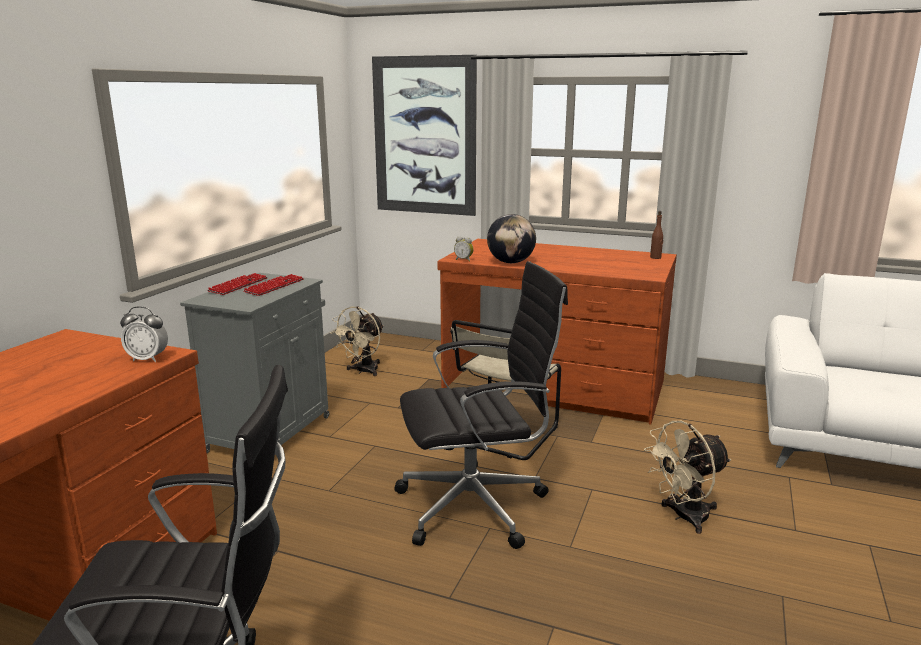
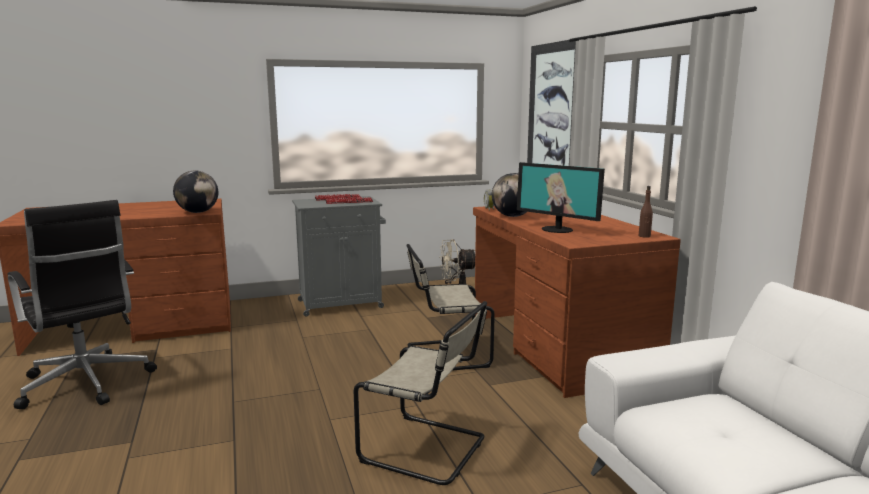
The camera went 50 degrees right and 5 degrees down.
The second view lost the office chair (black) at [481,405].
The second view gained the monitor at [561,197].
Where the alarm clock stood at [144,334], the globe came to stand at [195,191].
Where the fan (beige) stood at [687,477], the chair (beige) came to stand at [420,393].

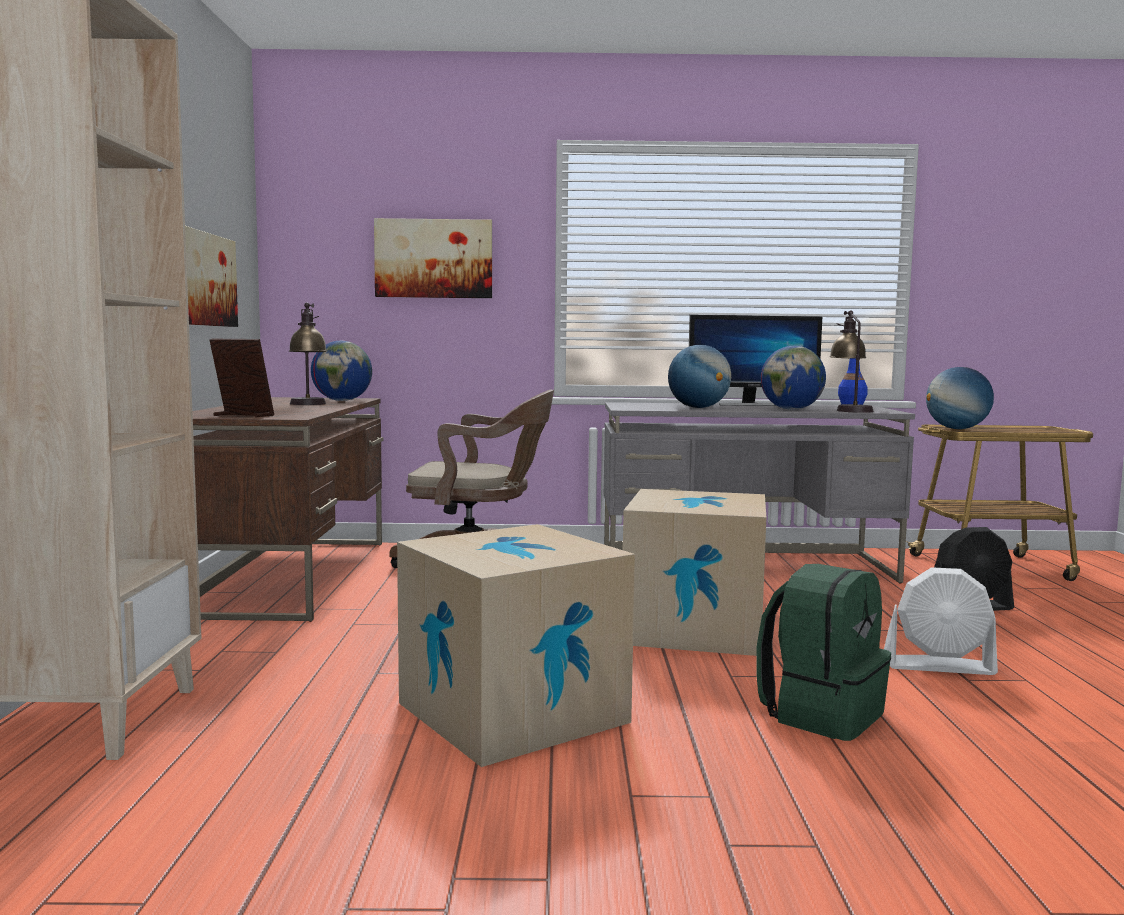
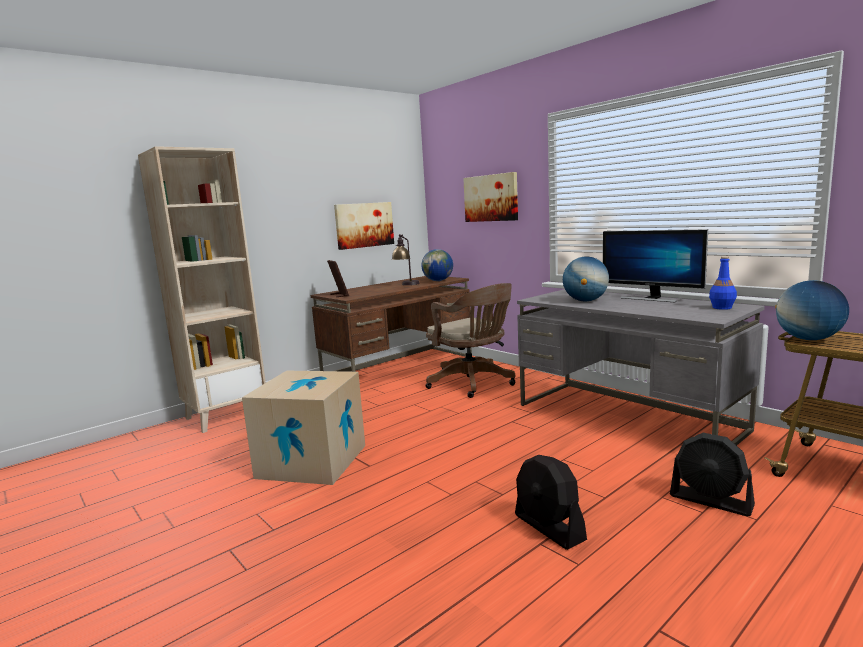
The camera went 50 degrees right and 5 degrees up.
The second view lost the cardboard box at [694,572].
The second view lost the backpack (green) at [823,652].
The second view lost the globe at [793,378].
The second view lost the table lamp at [851,361].
What was the fan (white) at [941,621] turned into the fan (black) at [551,502].

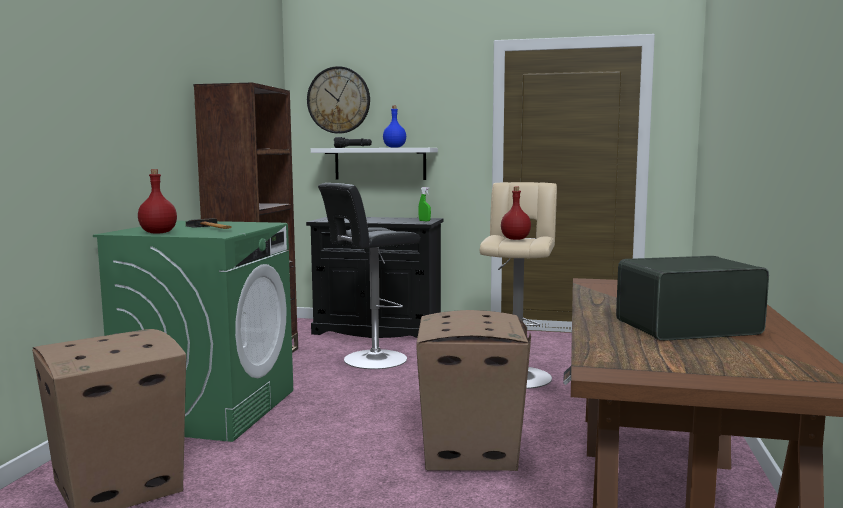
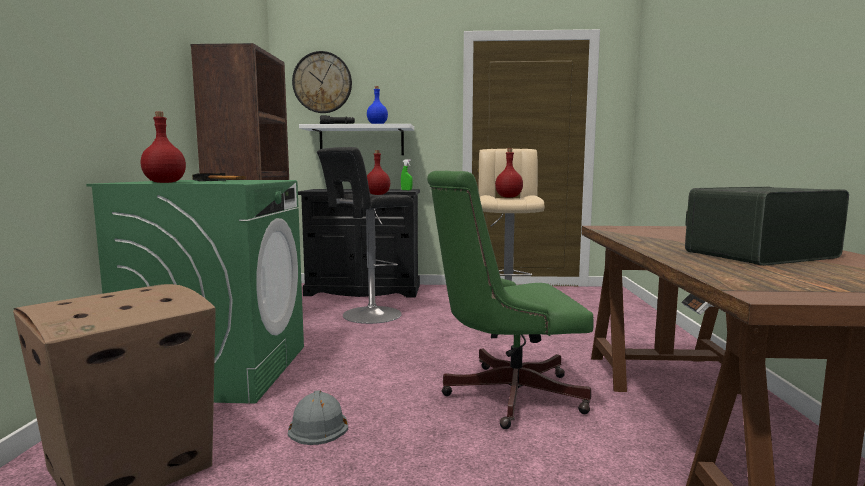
The camera went 10 degrees left and 0 degrees up.
The second view gained the hard hat (grey) at [318,417].
The second view gained the bottle (red) at [378,172].
Where the cardboard box stood at [473,390], the office chair (green) came to stand at [510,300].

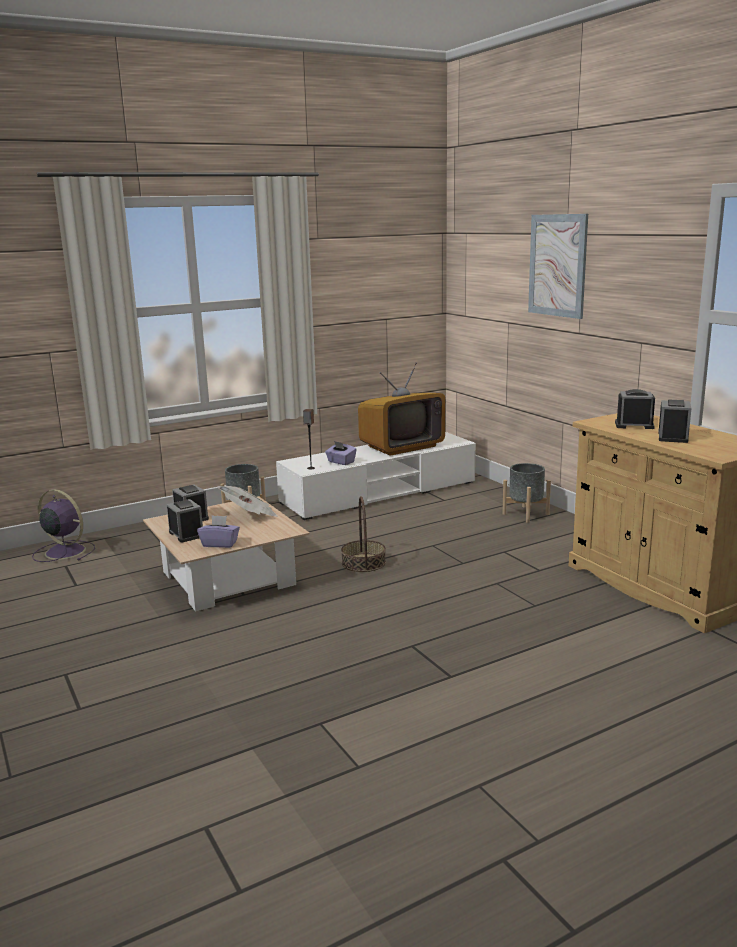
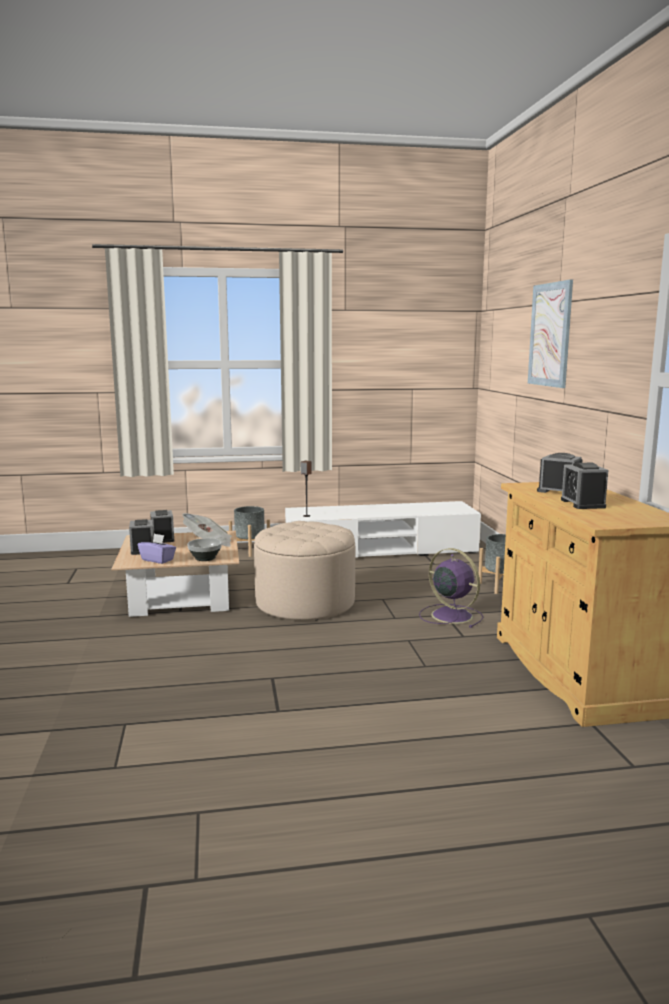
The camera went 20 degrees right and 5 degrees down.
The second view lost the tissue box (purple) at [341,453].
The second view lost the television at [401,409].
The second view gained the bowl at [204,549].
The fan (purple) ended up elsewhere, having gone from [63,525] to [451,588].
Where the basket stood at [363,534], the ottoman (beige) came to stand at [304,570].
The alarm clock at [674,421] ended up facing another way, 135 degrees clockwise from before.

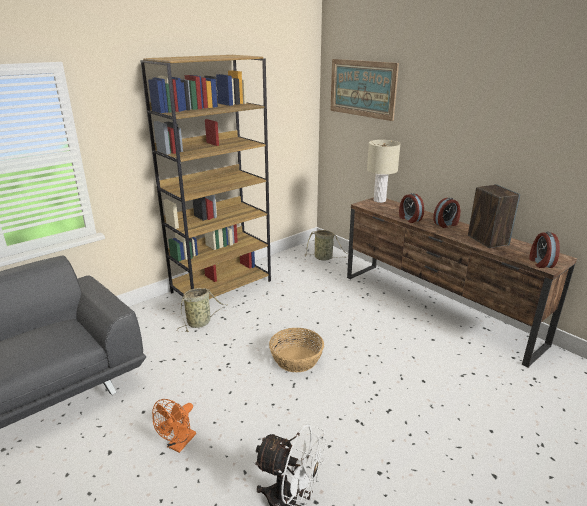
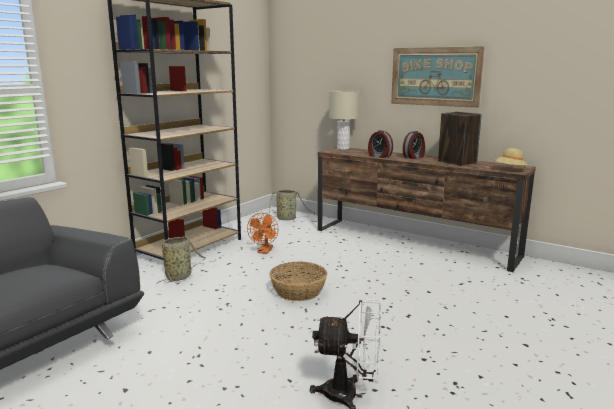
The camera went 15 degrees left and 10 degrees down.
The fan (orange) ended up elsewhere, having gone from [174,426] to [262,233].
The picture ended up elsewhere, having gone from [364,90] to [438,77].
Where the alarm clock stood at [544,250], the hat (beige) came to stand at [511,159].

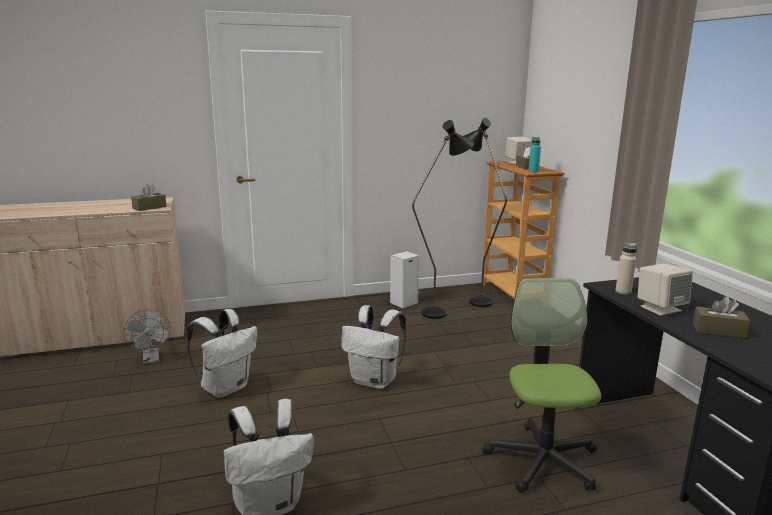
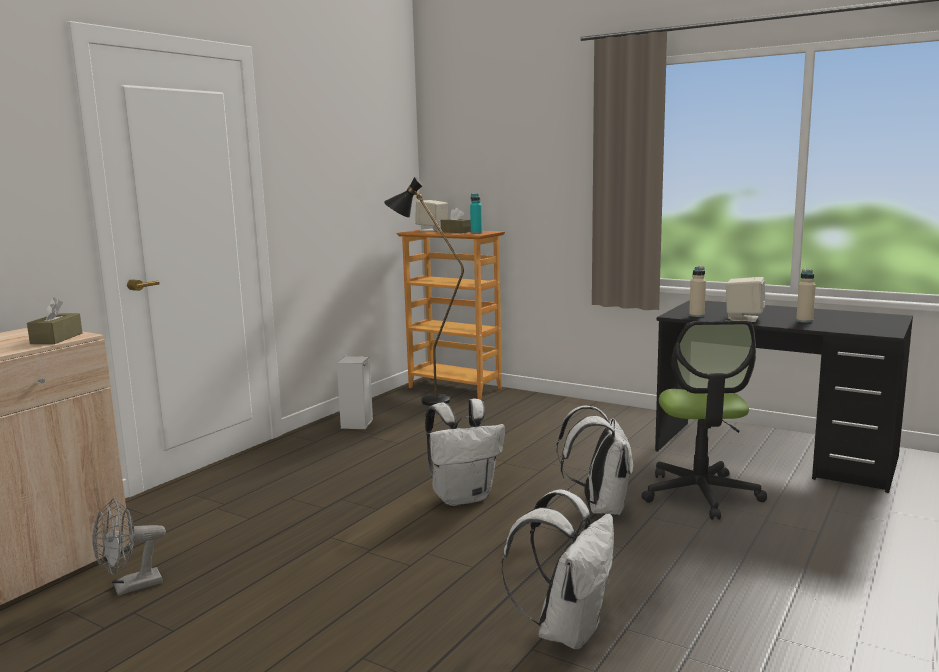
The camera went 40 degrees left and 5 degrees down.
The second view lost the floor lamp (black) at [443,219].
The backpack (white) ended up elsewhere, having gone from [222,353] to [595,460].
Where the tissue box (brown) stood at [721,317], the bottle (beige) came to stand at [806,296].
The fan (grey) at [147,336] ended up facing another way, 120 degrees clockwise from before.
The office chair at [541,385] ended up facing another way, 135 degrees counterclockwise from before.

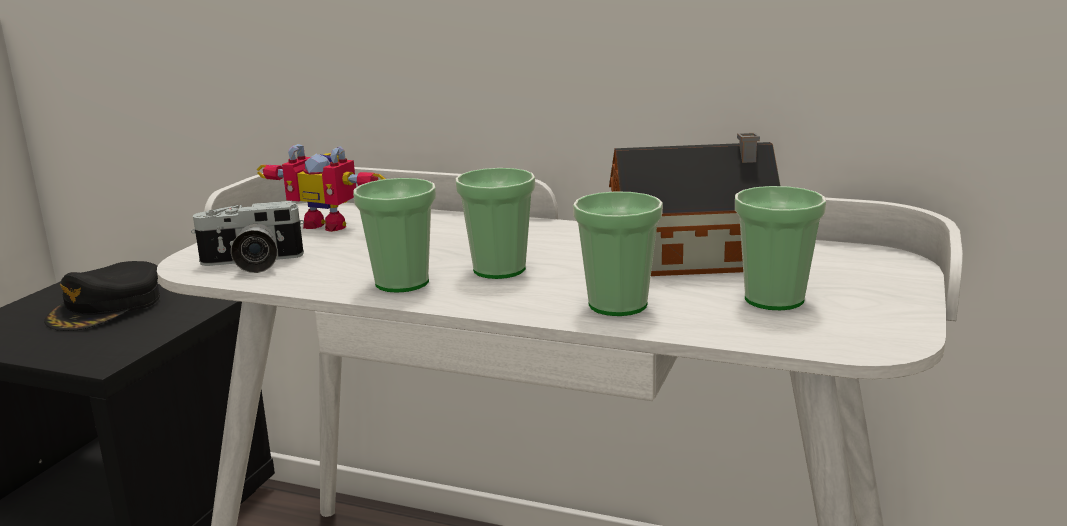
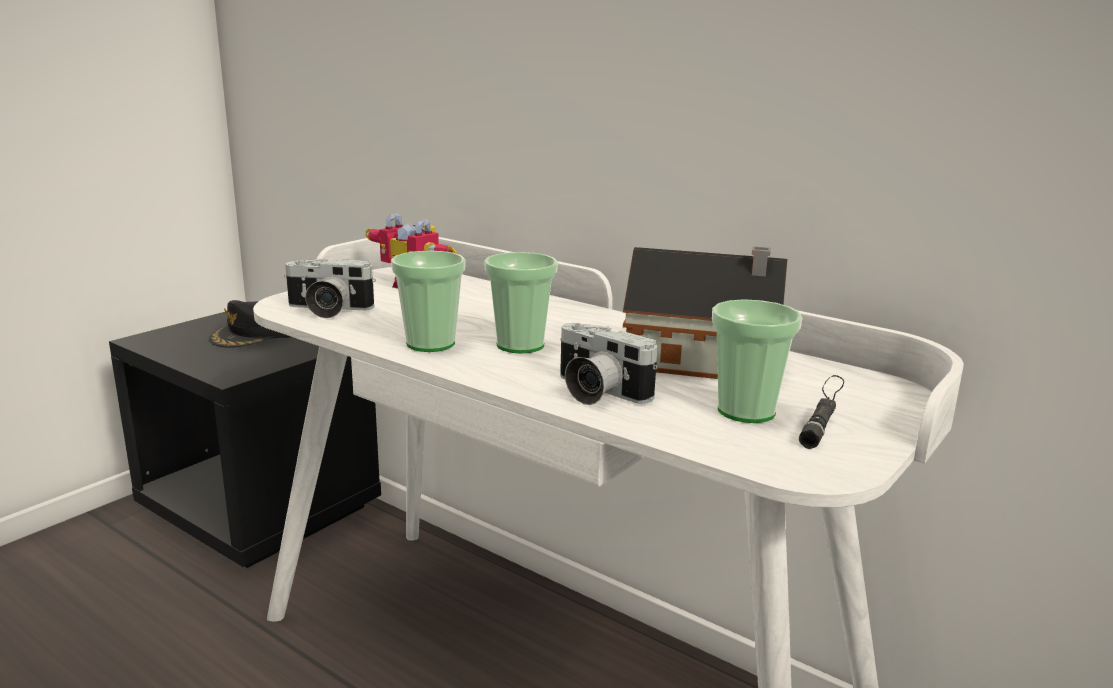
The camera went 15 degrees right and 0 degrees up.
The second view gained the flashlight (black) at [821,412].
Where the cup stood at [618,253], the photo camera came to stand at [609,364].

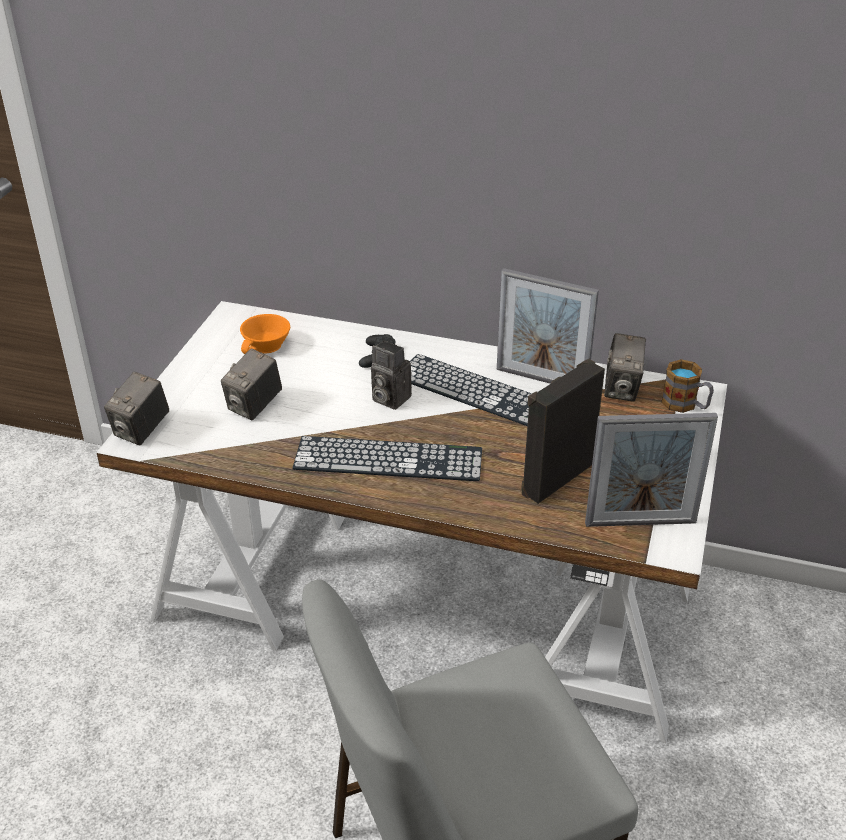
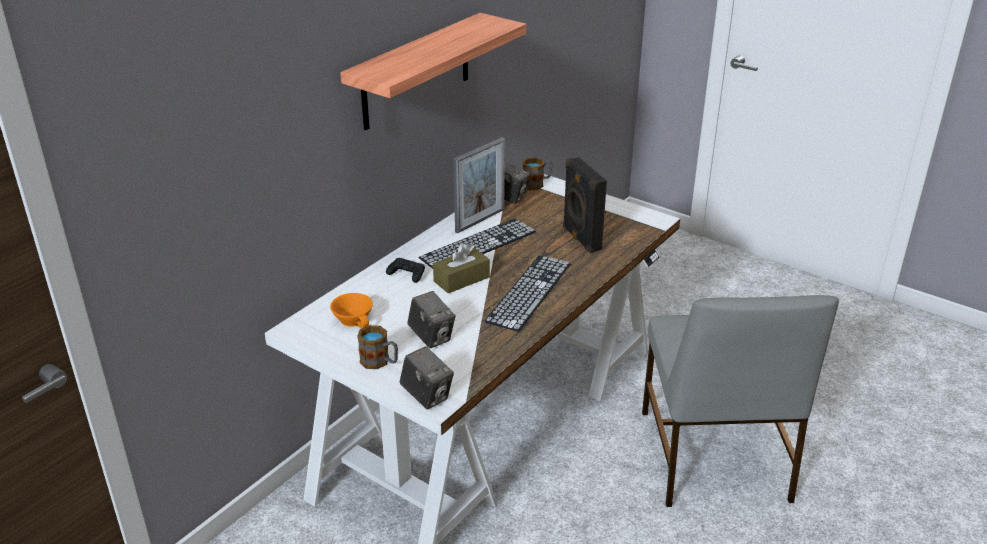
The camera went 70 degrees left and 5 degrees down.
The second view lost the picture frame at [651,470].
The second view gained the shelf at [433,71].
The second view gained the mug at [377,347].
Where the photo camera stood at [391,375], the tissue box (brown) came to stand at [461,268].

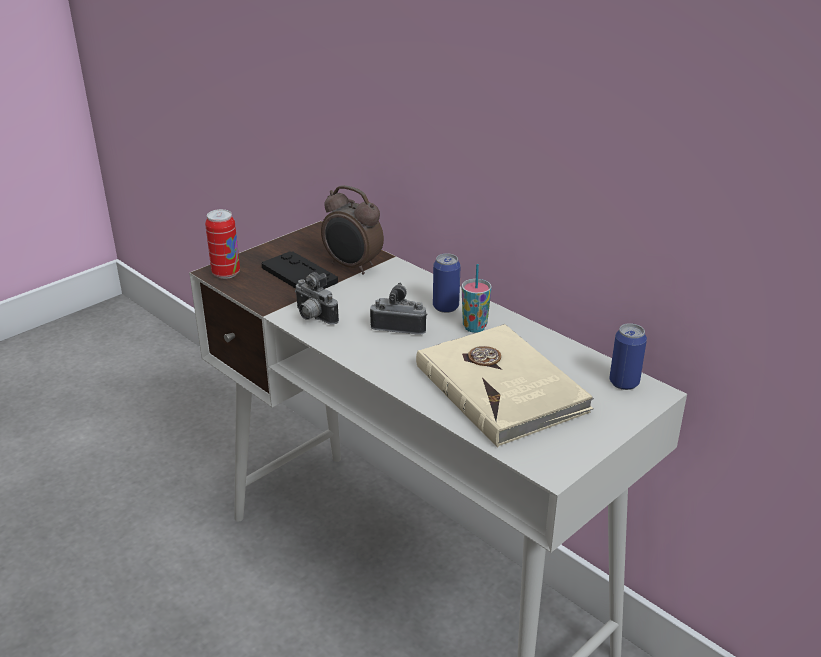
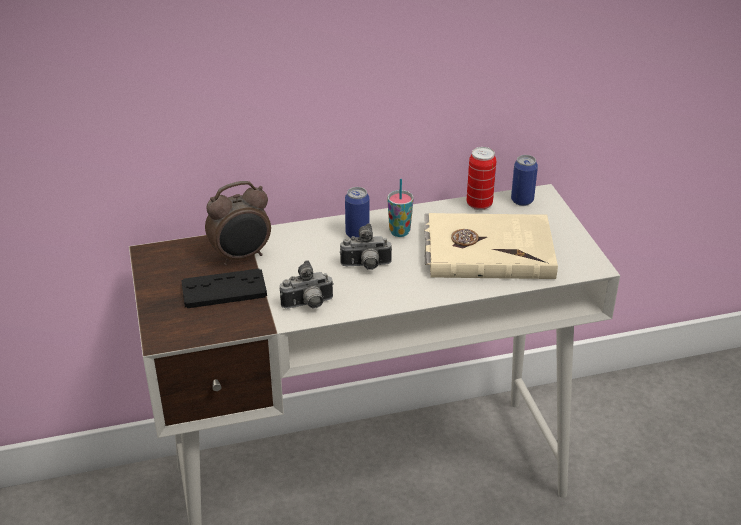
The camera went 60 degrees left and 5 degrees up.
The can ended up elsewhere, having gone from [222,244] to [481,178].
The photo camera at [398,308] ended up facing another way, 135 degrees counterclockwise from before.

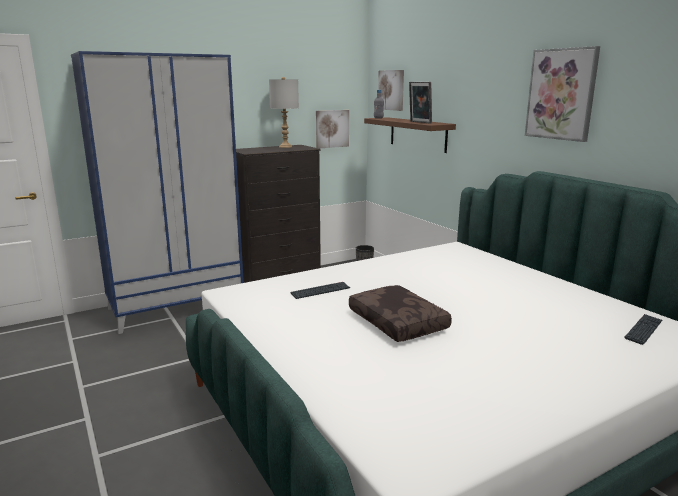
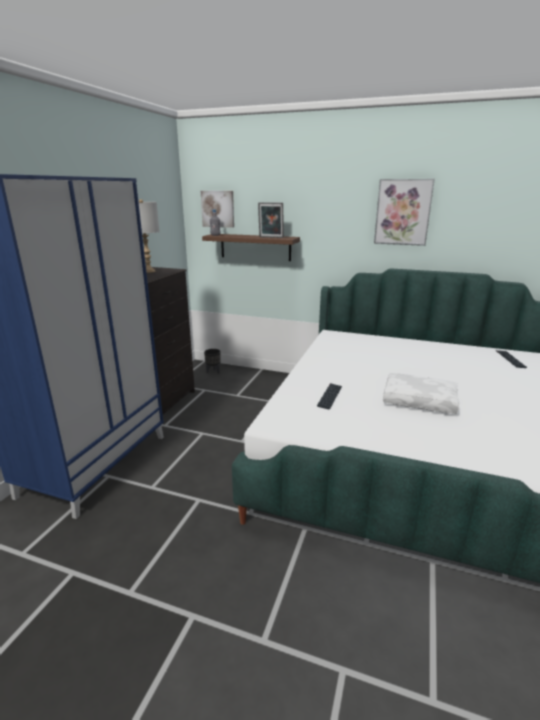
The camera went 40 degrees left and 5 degrees up.
The second view lost the picture at [332,129].
What was the pillow (brown) at [400,313] turned into the pillow (white) at [421,393].

